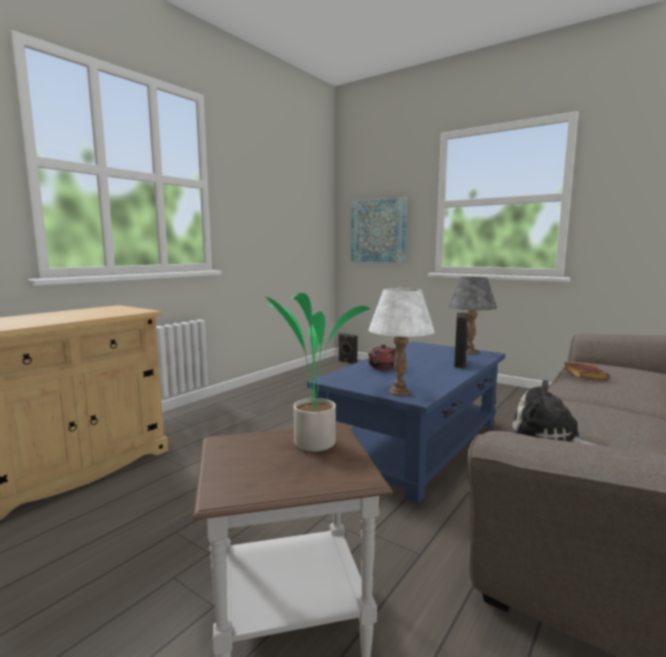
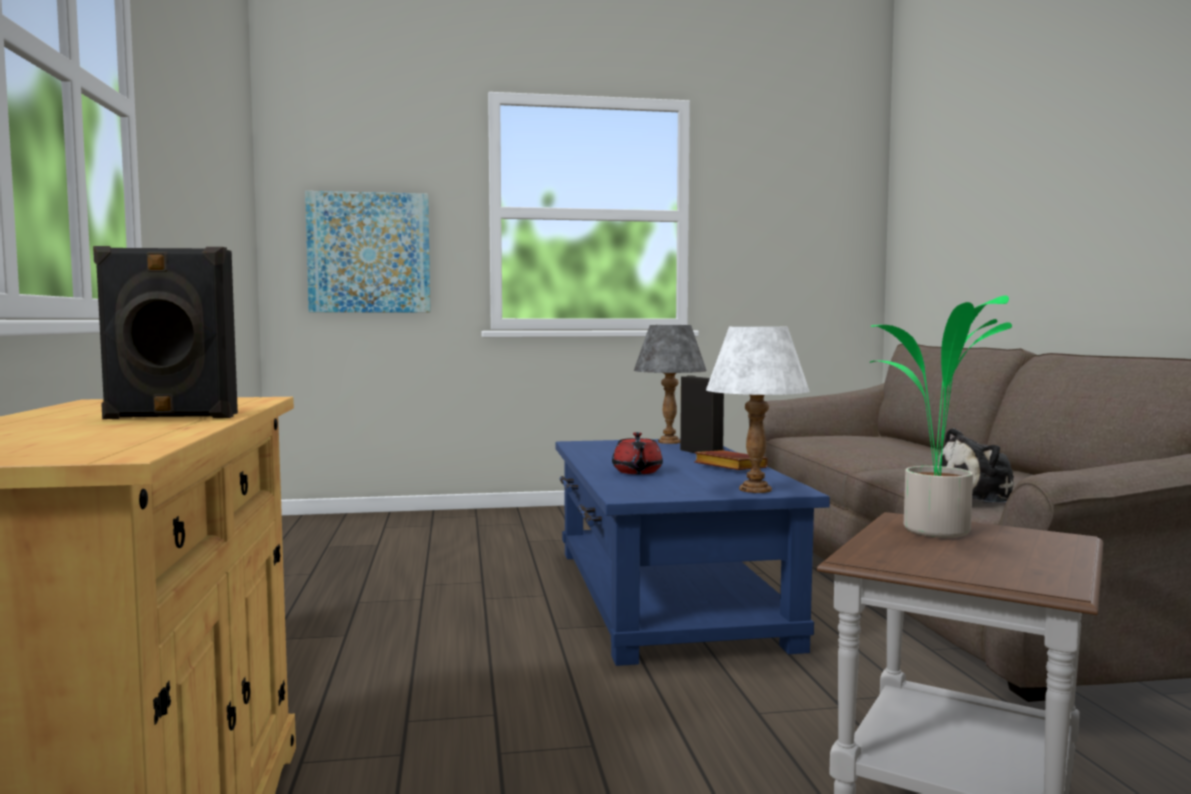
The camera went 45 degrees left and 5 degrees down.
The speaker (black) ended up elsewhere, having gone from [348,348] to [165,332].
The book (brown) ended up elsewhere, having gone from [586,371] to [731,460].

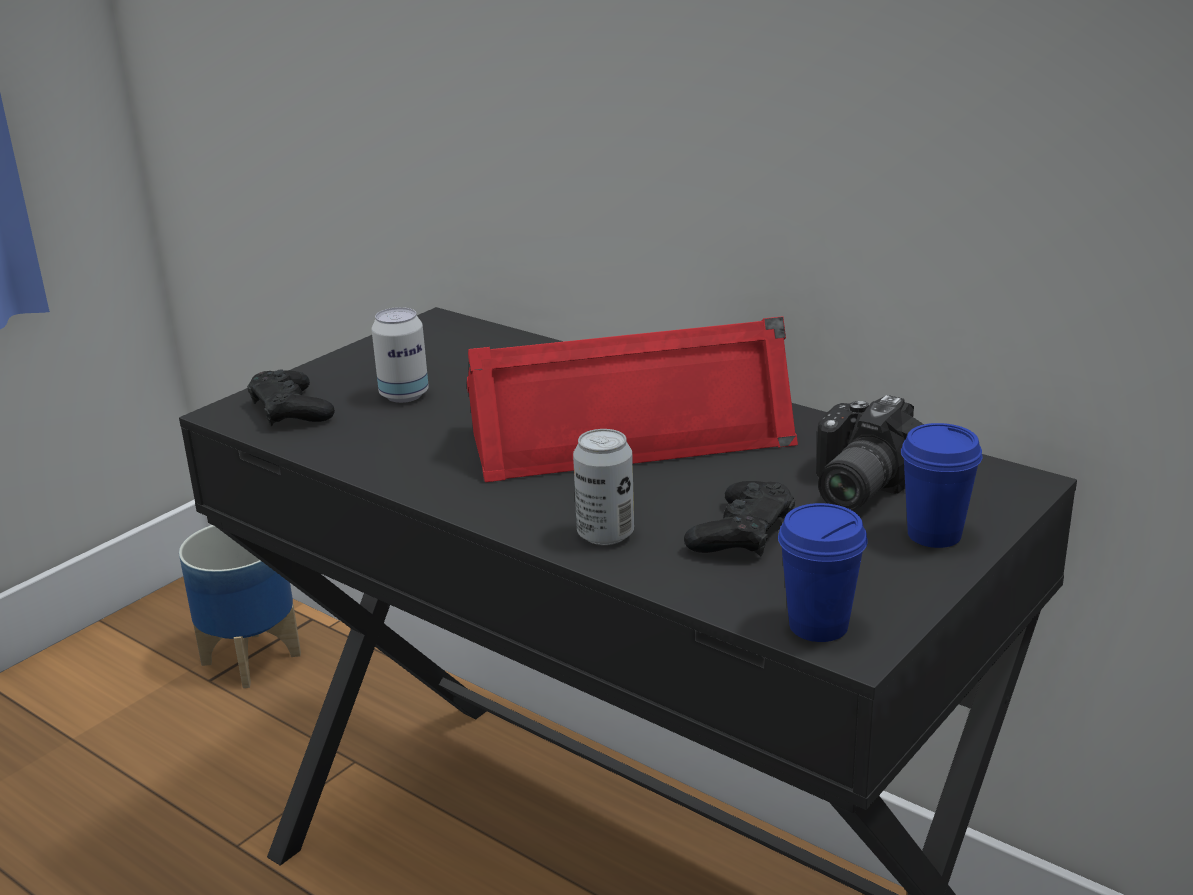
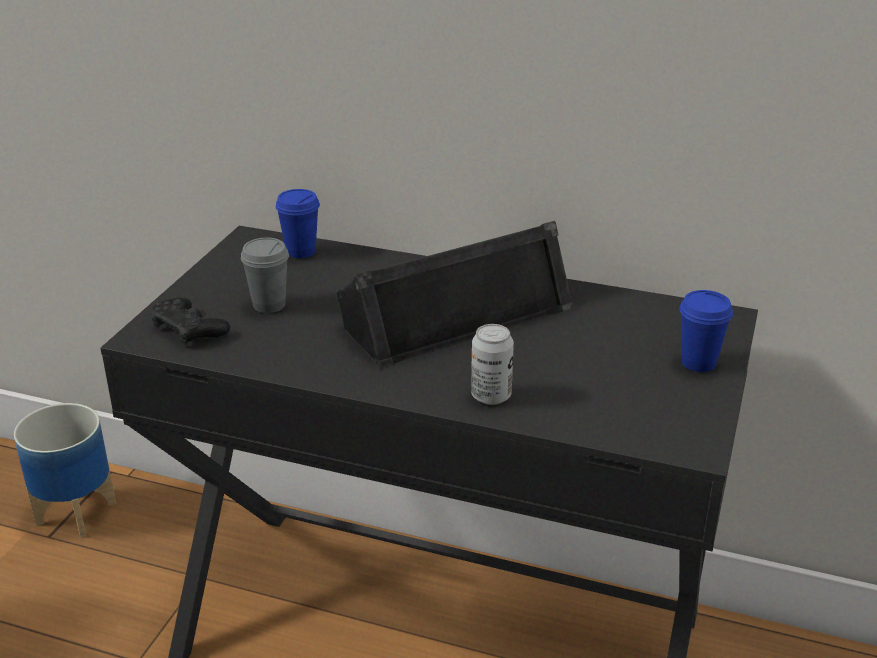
The camera went 20 degrees left and 5 degrees up.
The second view lost the game controller (black) at [739,518].
The second view lost the photo camera at [870,453].
The cup (blue) ended up elsewhere, having gone from [823,572] to [298,223].
Where the can stood at [400,355], the cup (grey) came to stand at [265,275].
What was the speaker (red) at [632,399] turned into the speaker (black) at [455,295].

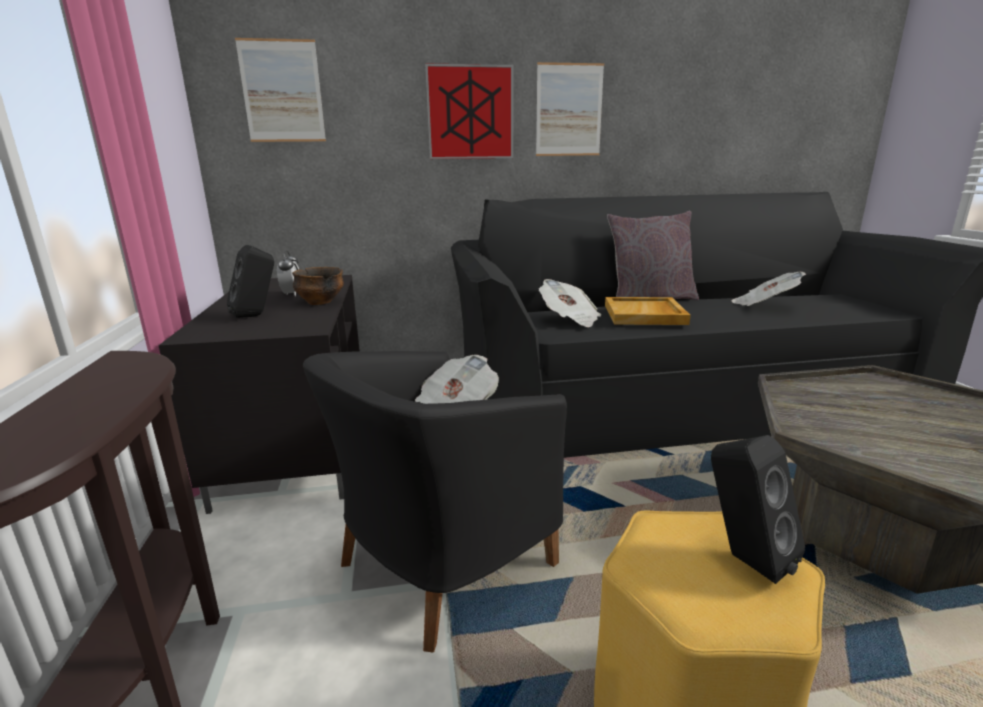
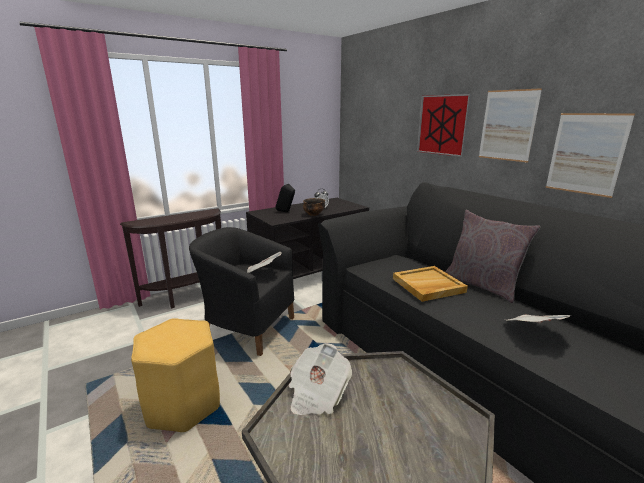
The camera went 65 degrees right and 0 degrees up.
The second view lost the speaker (black) at [758,509].
The picture ended up elsewhere, having gone from [280,90] to [590,155].
The newspaper ended up elsewhere, having gone from [570,303] to [320,379].

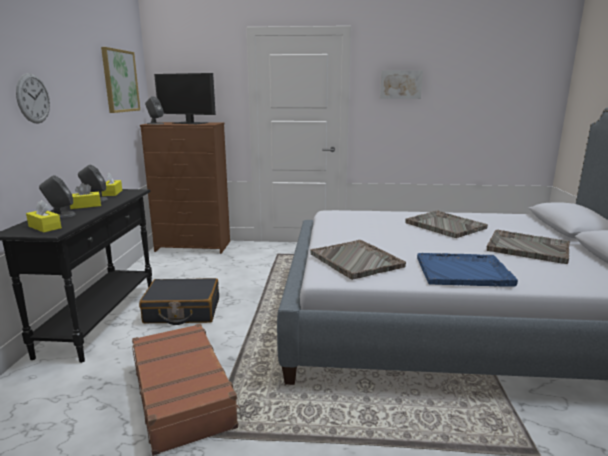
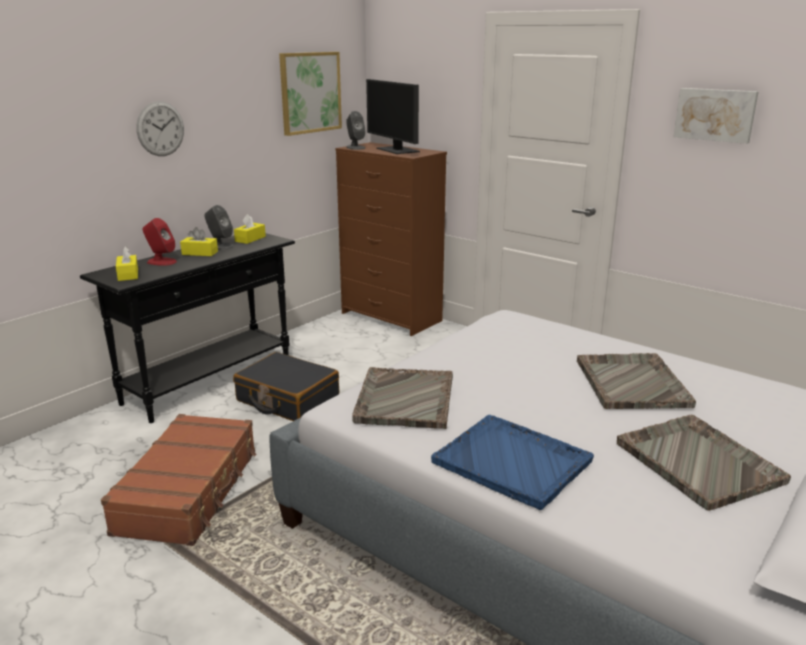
The camera went 35 degrees right and 5 degrees up.
What was the speaker (grey) at [57,196] turned into the speaker (red) at [160,242].

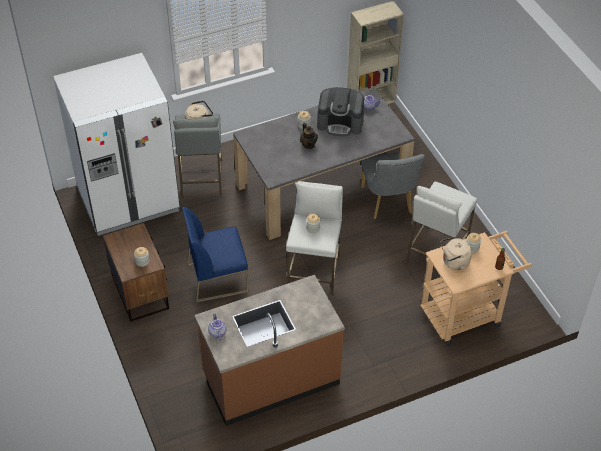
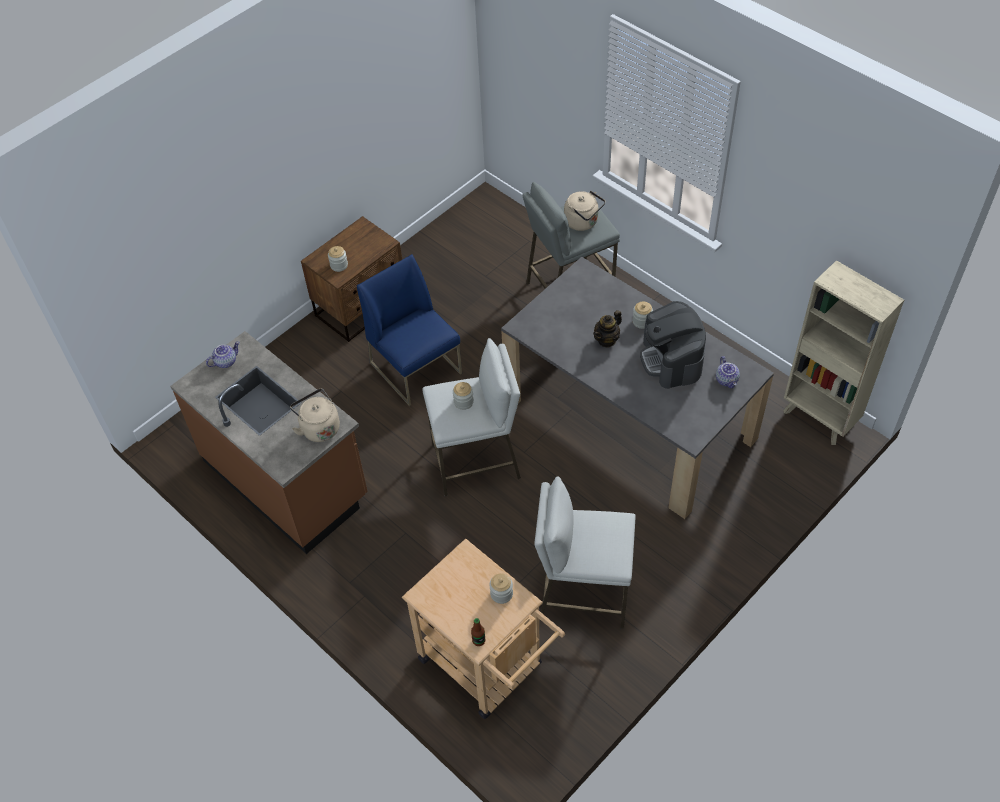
The camera went 70 degrees right and 5 degrees up.
The second view lost the fridge (white) at [116,144].
The second view lost the chair (grey) at [393,185].
The kettle (beige) ended up elsewhere, having gone from [456,253] to [315,415].

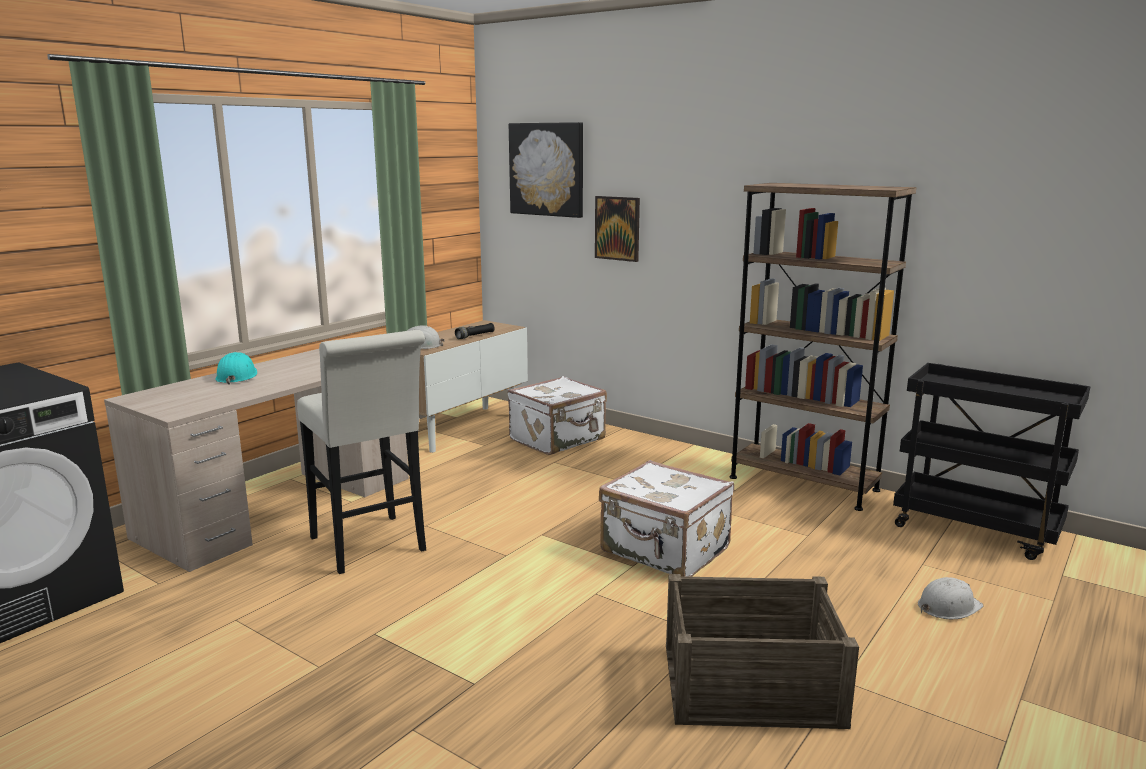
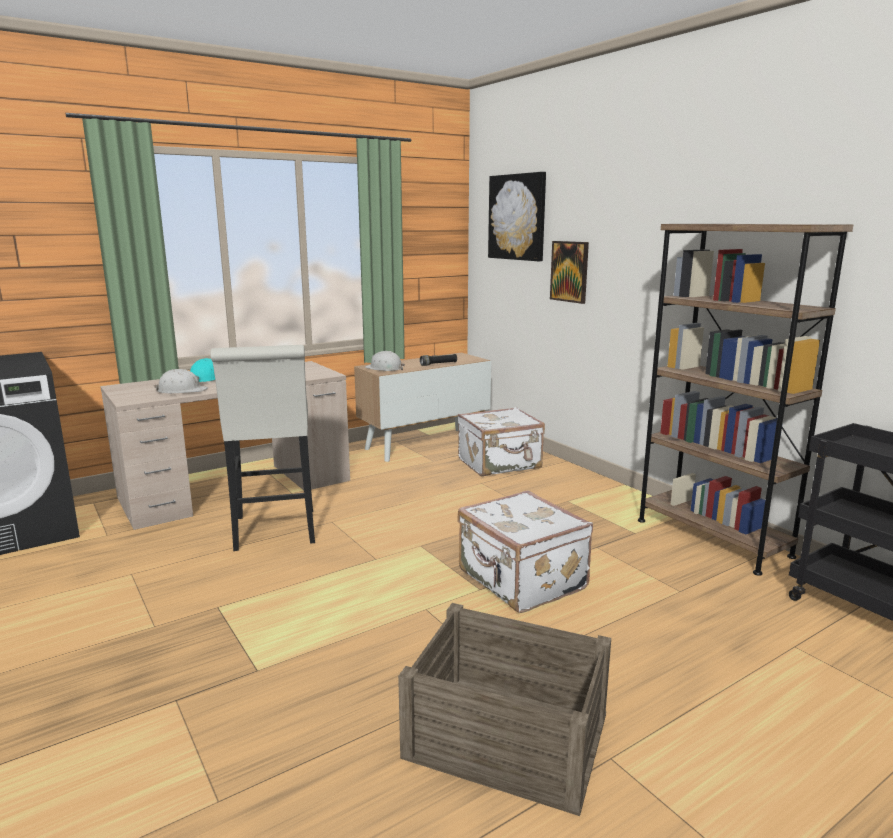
The camera went 20 degrees right and 0 degrees up.
The hard hat (white) ended up elsewhere, having gone from [950,598] to [181,381].

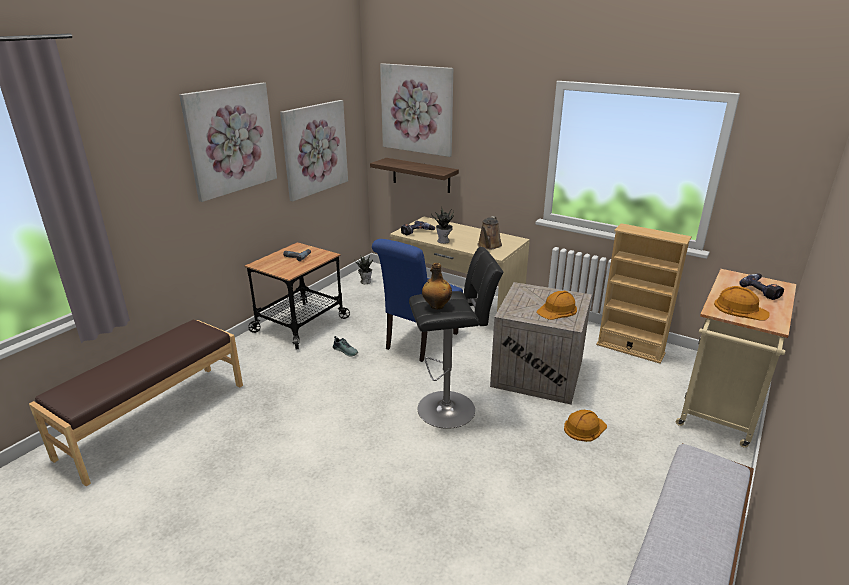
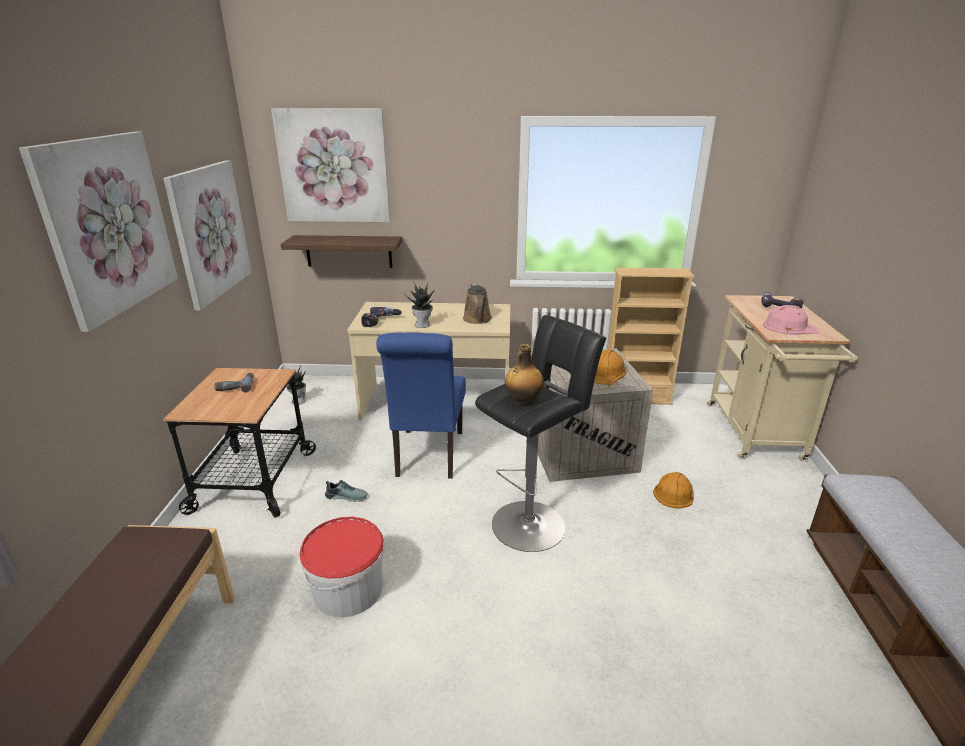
The camera went 30 degrees left and 0 degrees up.
The second view gained the bucket at [342,567].
What was the hard hat (orange) at [742,303] turned into the hard hat (pink) at [791,320].

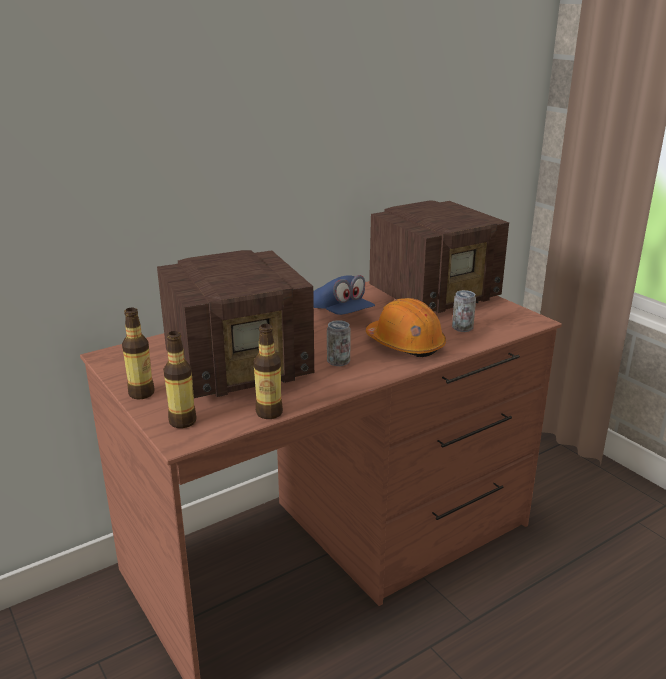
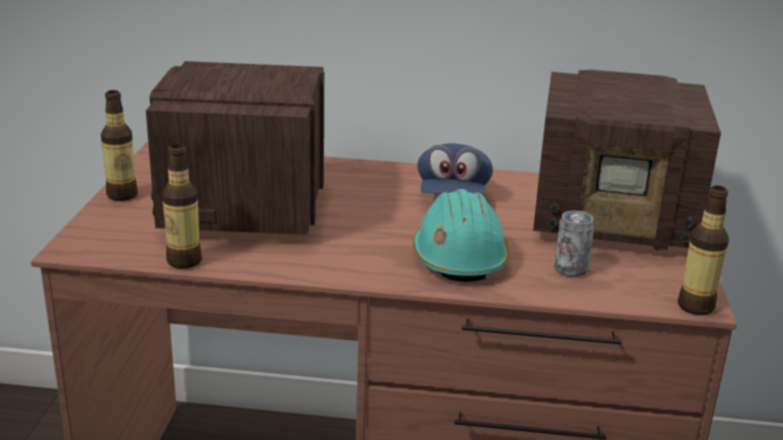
The camera went 40 degrees right and 0 degrees up.
The second view lost the can at [339,343].
The bottle ended up elsewhere, having gone from [180,379] to [703,250].
What was the hard hat (orange) at [406,327] turned into the hard hat (turquoise) at [461,235].
The radio at [235,324] ended up facing another way, 75 degrees clockwise from before.

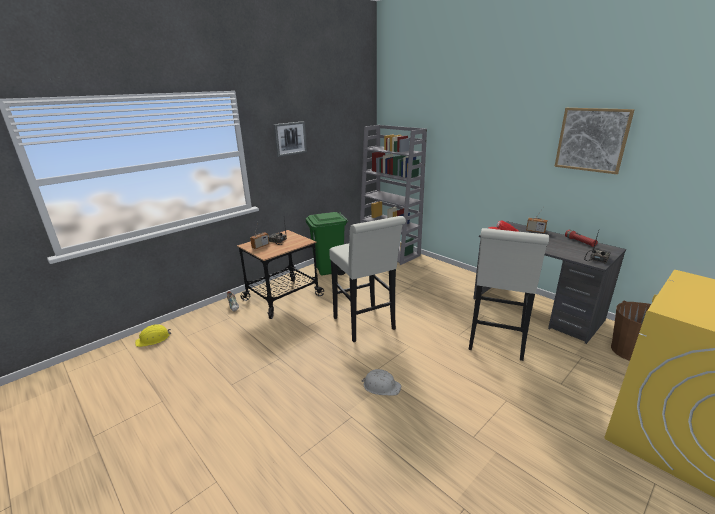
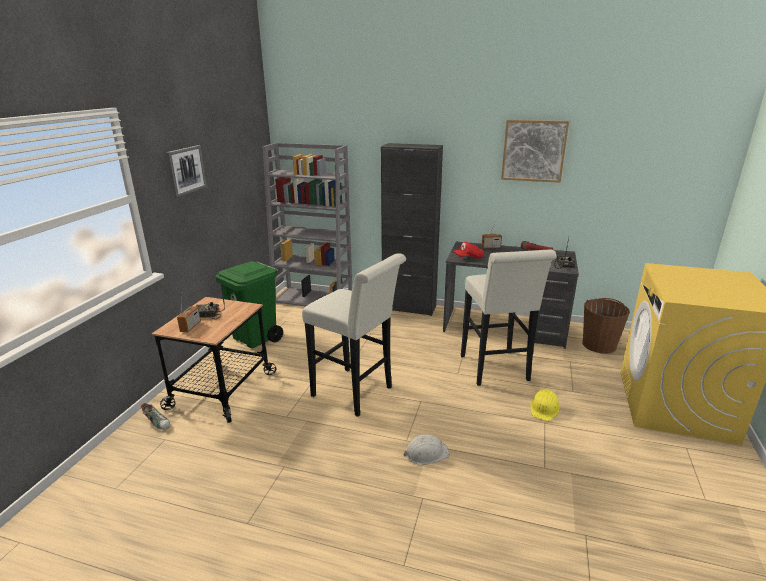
The camera went 30 degrees left and 0 degrees up.
The second view gained the cabinet (black) at [412,229].
The hard hat (yellow) ended up elsewhere, having gone from [153,335] to [545,405].

